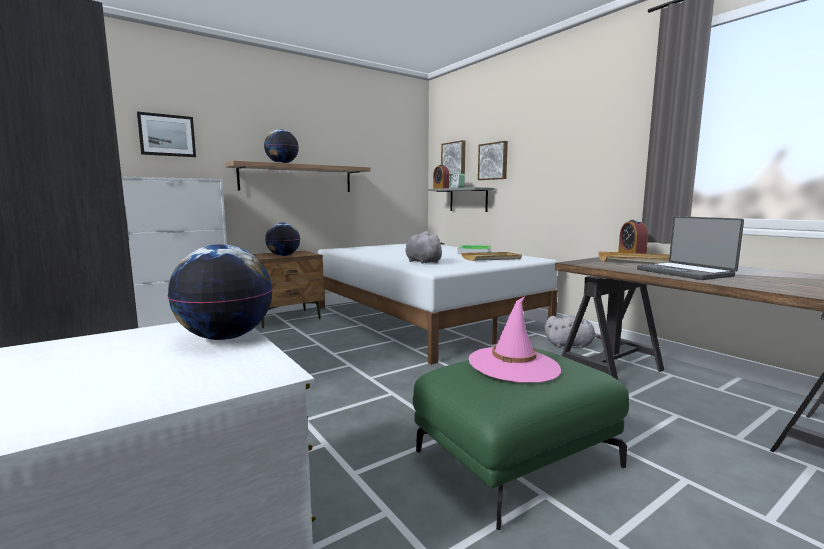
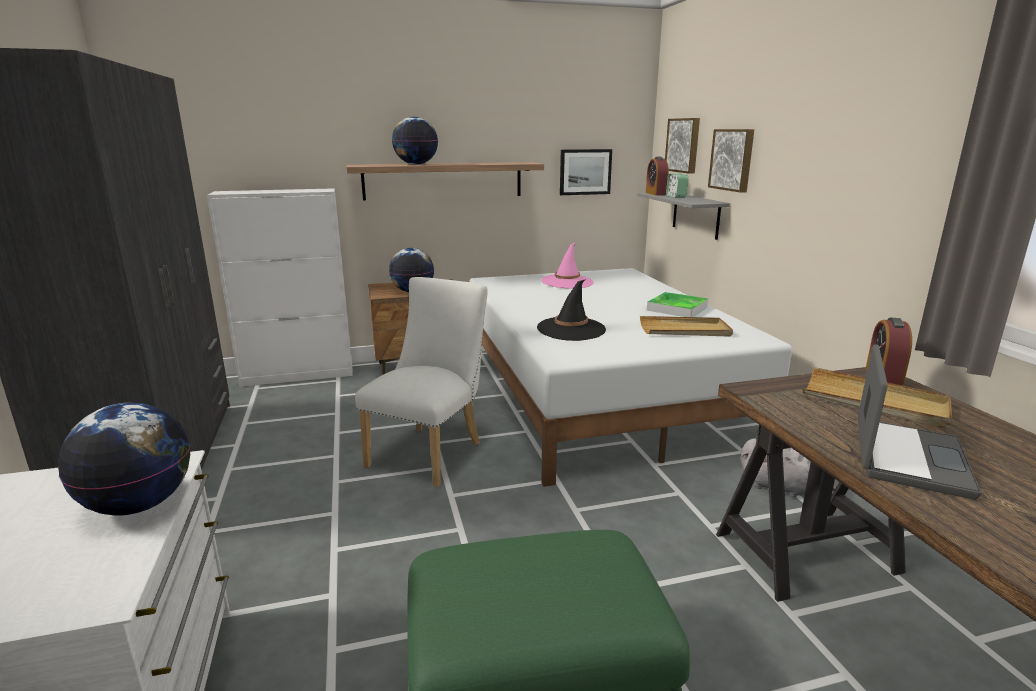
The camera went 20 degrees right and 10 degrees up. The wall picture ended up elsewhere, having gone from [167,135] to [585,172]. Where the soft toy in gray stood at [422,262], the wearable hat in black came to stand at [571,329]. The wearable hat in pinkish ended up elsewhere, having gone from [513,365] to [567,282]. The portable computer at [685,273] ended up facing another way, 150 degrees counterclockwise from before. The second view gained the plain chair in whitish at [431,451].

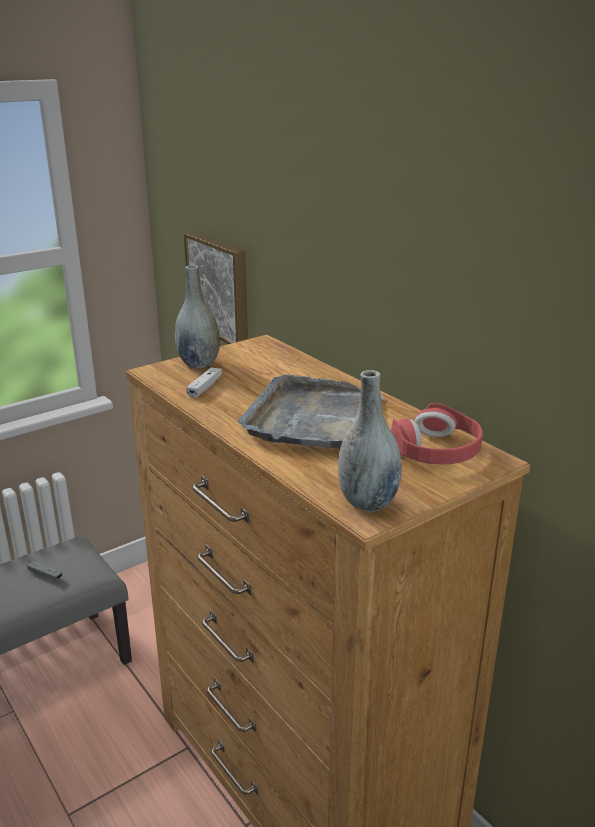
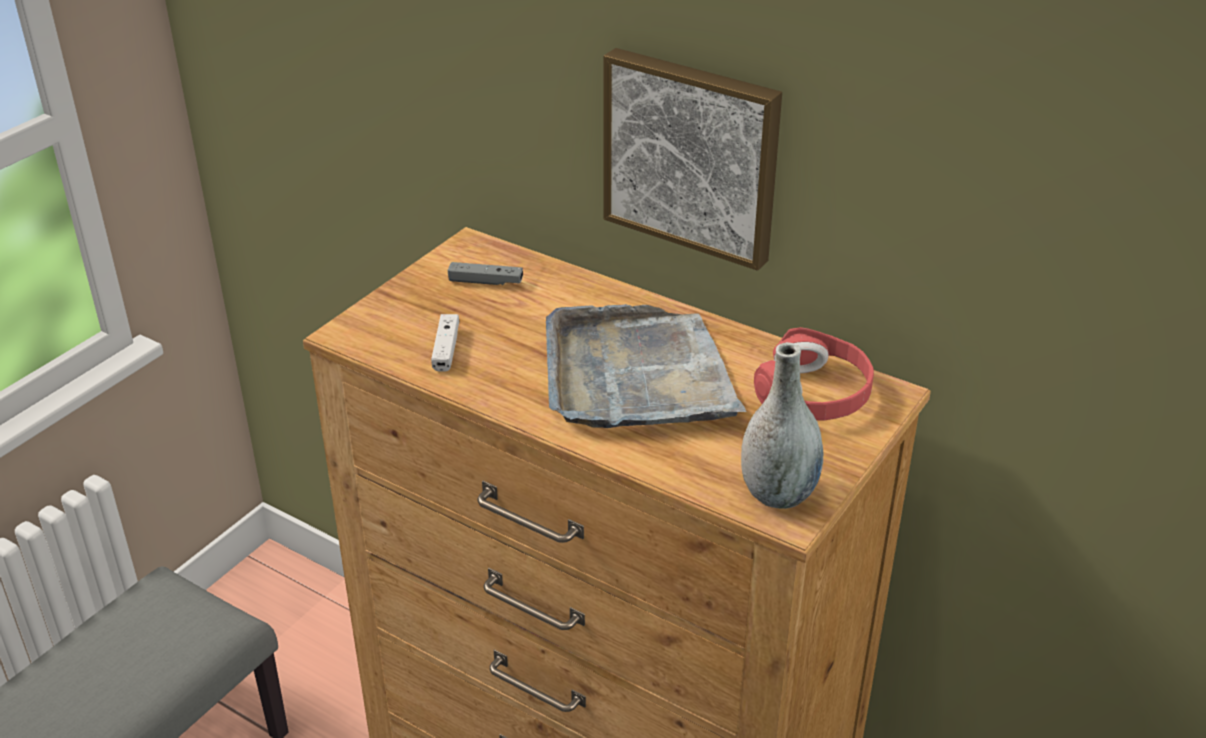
The camera went 20 degrees left and 10 degrees up. The gamepad in gray ended up elsewhere, having gone from [45,575] to [485,281]. The second view lost the flower vase in gray at [199,364]. The wall picture ended up elsewhere, having gone from [220,288] to [693,155].

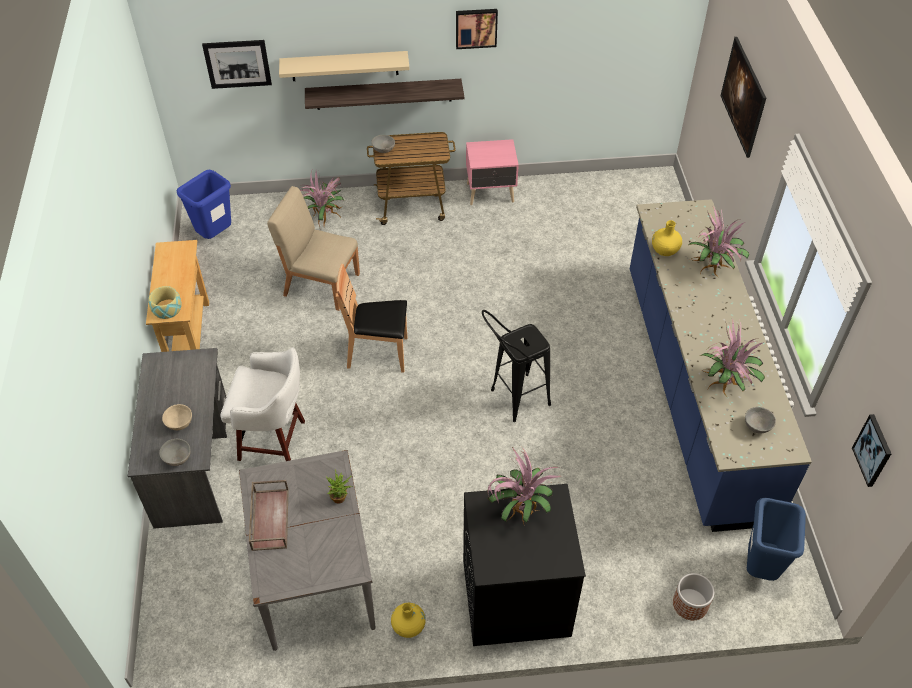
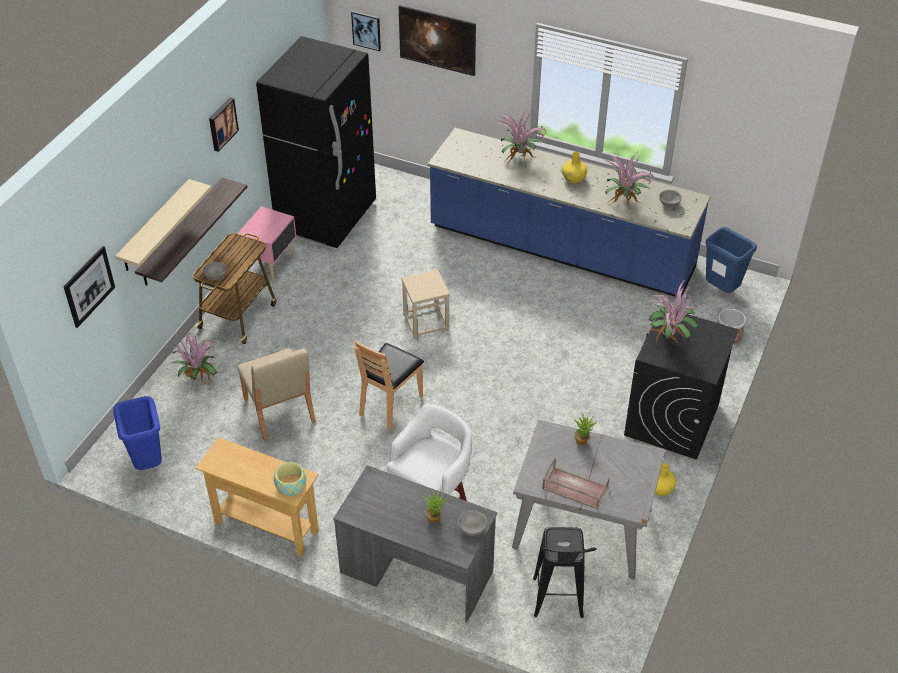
The camera went 60 degrees left and 5 degrees down. Where the bowl in sand-coloured stood at [179,424], the potted plant came to stand at [435,517]. The plain chair in sand-coloured at [321,284] ended up facing another way, 75 degrees counterclockwise from before. The stool seat in black ended up elsewhere, having gone from [512,401] to [558,606]. The flower vase in yellow-coloured ended up elsewhere, having gone from [664,250] to [573,179]. The wall picture ended up elsewhere, having gone from [873,450] to [366,30]. The second view gained the kitchen fridge in black at [326,217]. The second view gained the stool seat in sand-coloured at [426,322].

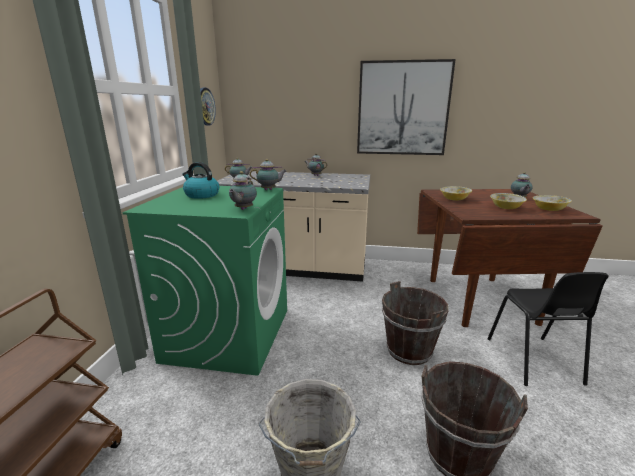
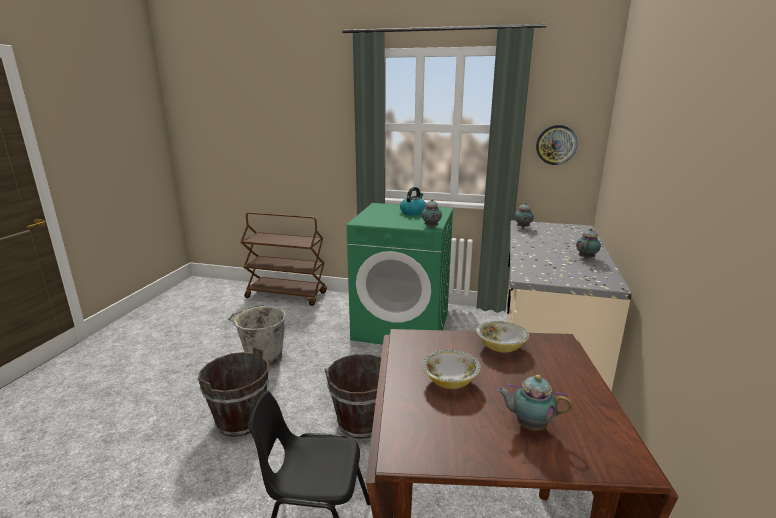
The camera went 95 degrees right and 0 degrees up. The second view lost the teapot at [243,209]. The second view lost the wall picture at [403,109]. The second view lost the bowl at [549,209].

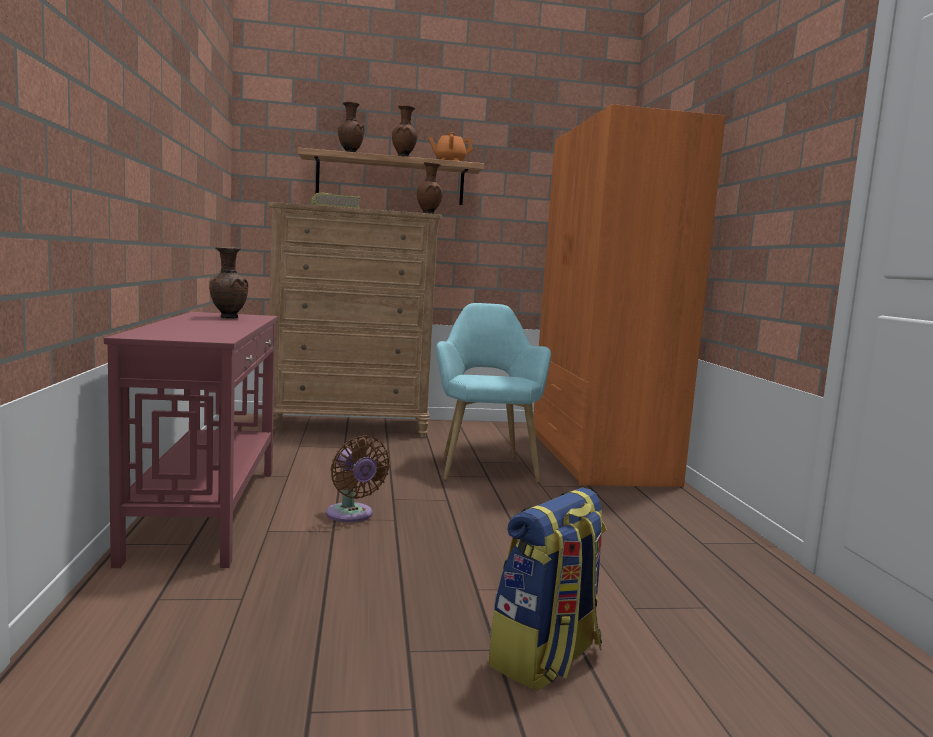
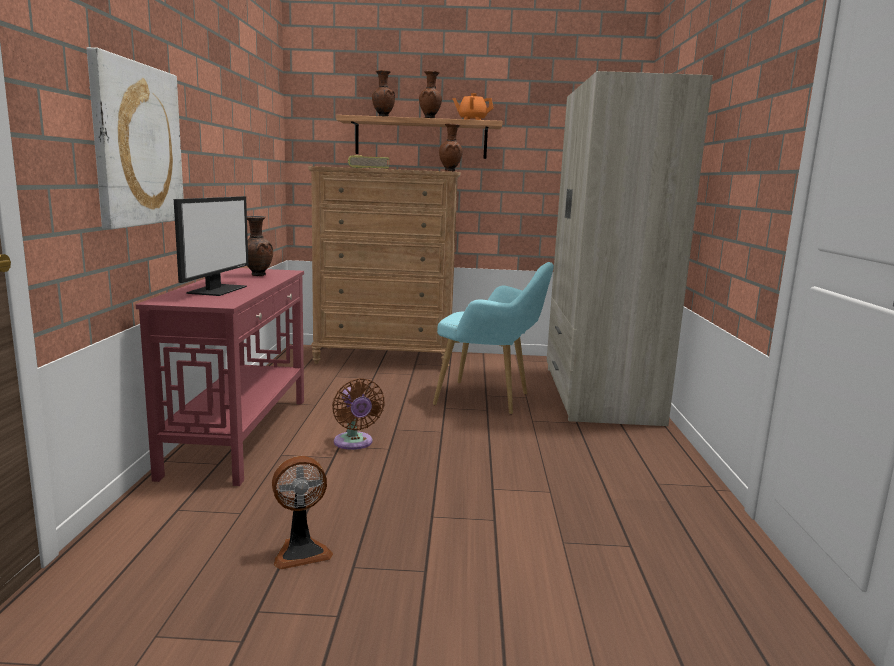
The camera went 10 degrees right and 5 degrees up. The lounge chair in turquoise at [485,466] ended up facing another way, 105 degrees clockwise from before. The second view lost the backpack at [546,659]. What was the clothes cupboard in orangey at [598,458] turned into the clothes cupboard in sand-coloured at [598,394]. The second view gained the wall picture at [137,145]. The second view gained the computer screen at [216,289]. The second view gained the electric fan at [301,552].

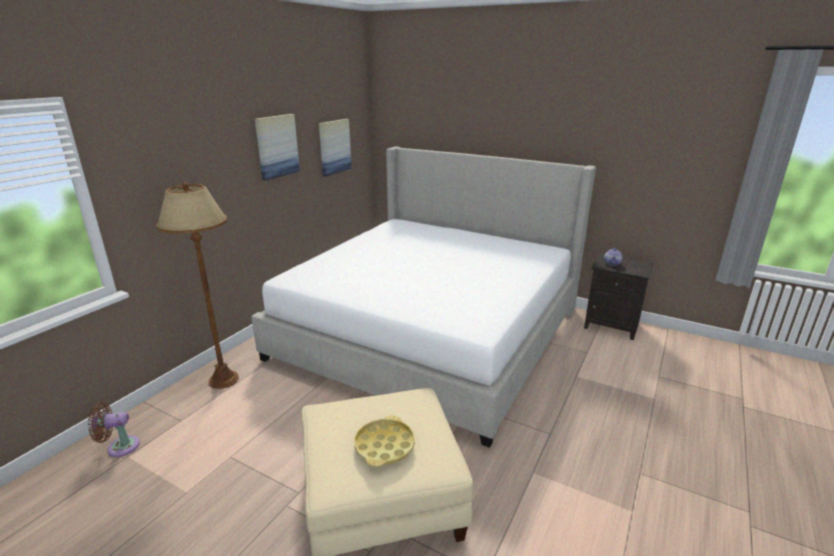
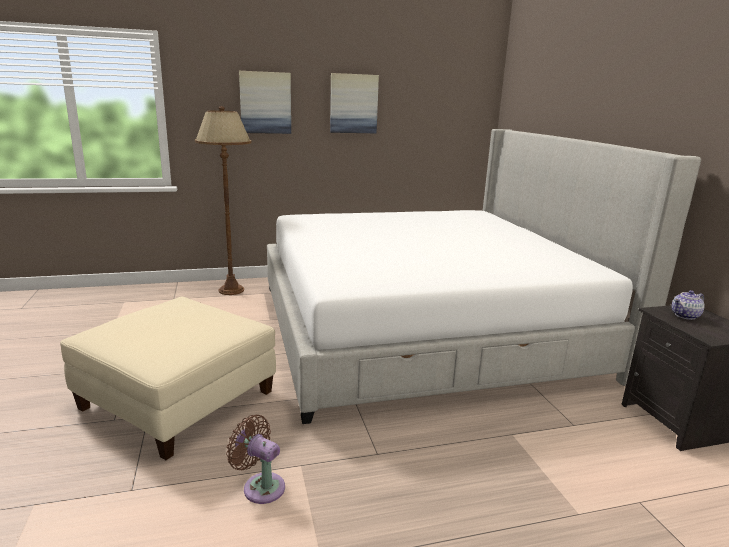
The camera went 45 degrees right and 5 degrees down. The electric fan in brownish ended up elsewhere, having gone from [120,447] to [260,486]. The wall picture ended up elsewhere, having gone from [334,147] to [265,103]. The second view lost the tray in yellow-coloured at [384,446].

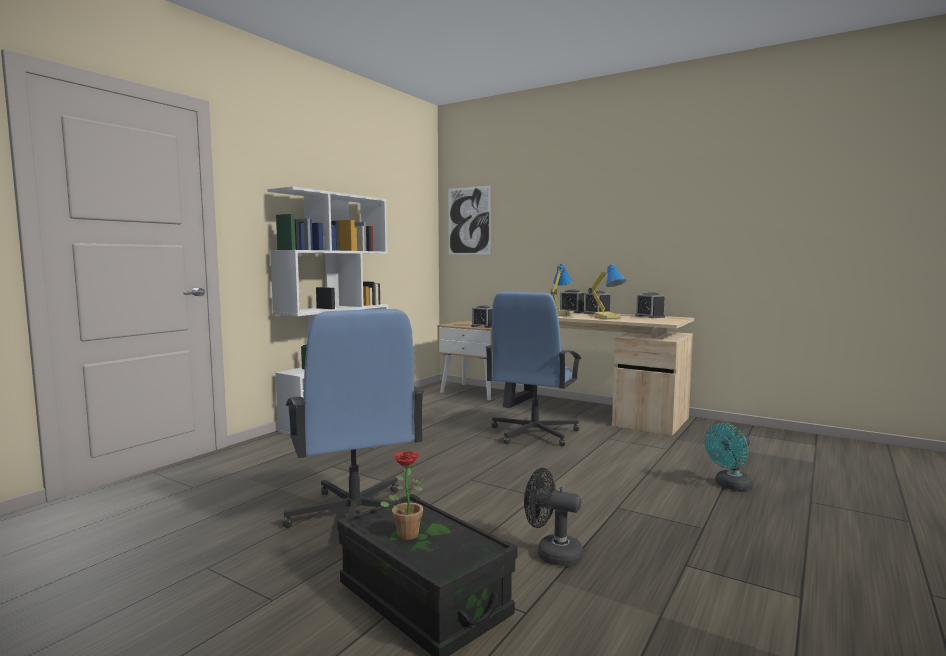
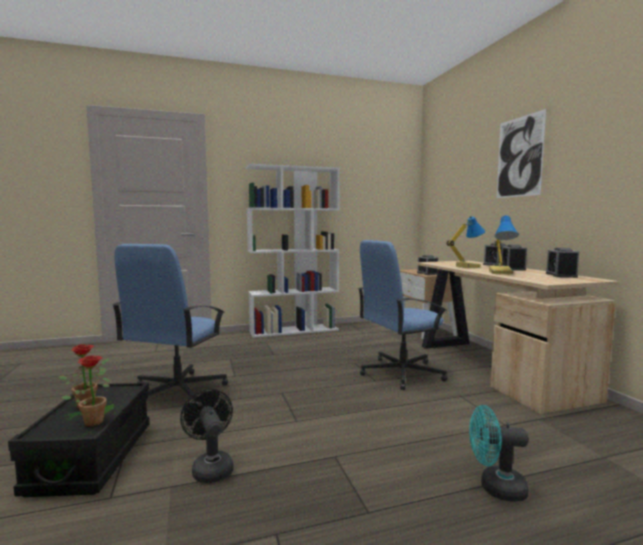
The camera went 40 degrees right and 0 degrees up. The wall picture ended up elsewhere, having gone from [469,221] to [519,157]. The second view gained the potted plant at [94,420].

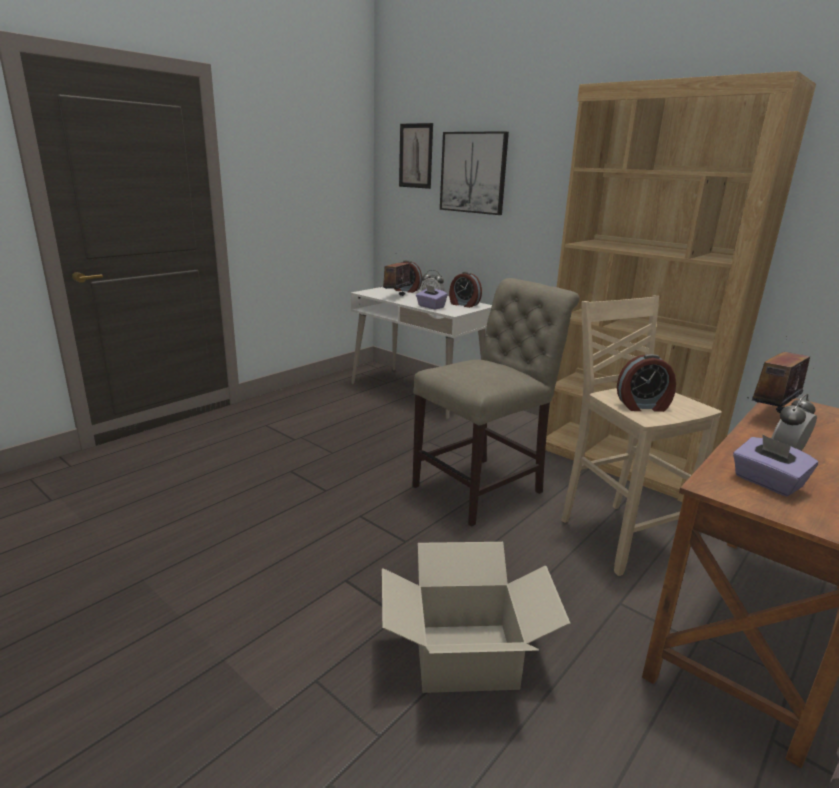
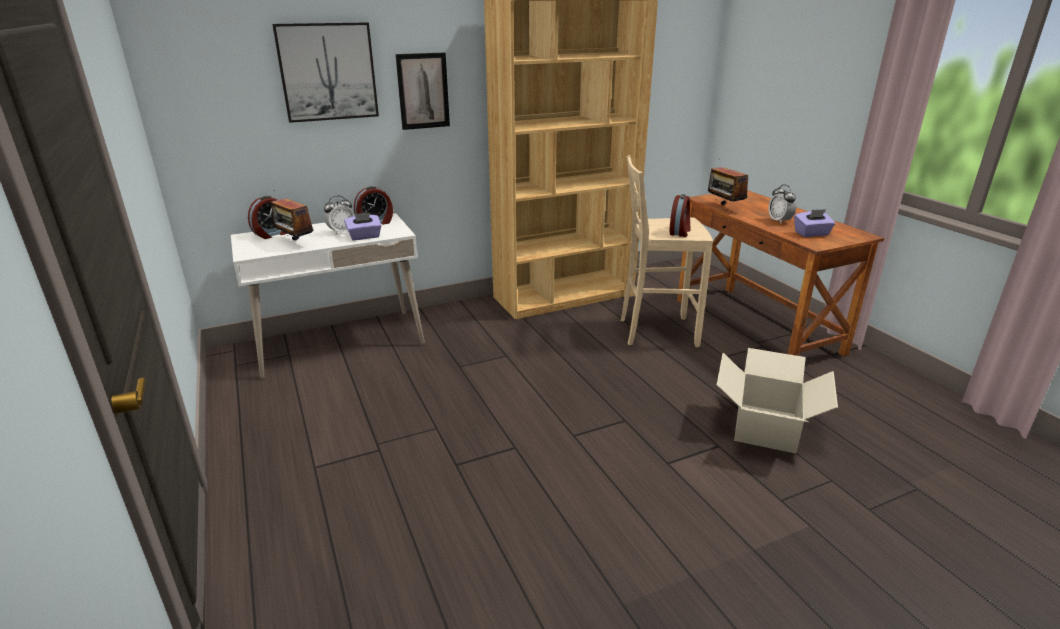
The camera went 65 degrees left and 5 degrees up. The wall picture ended up elsewhere, having gone from [416,156] to [423,91]. The second view lost the plain chair in sand-coloured at [484,487].

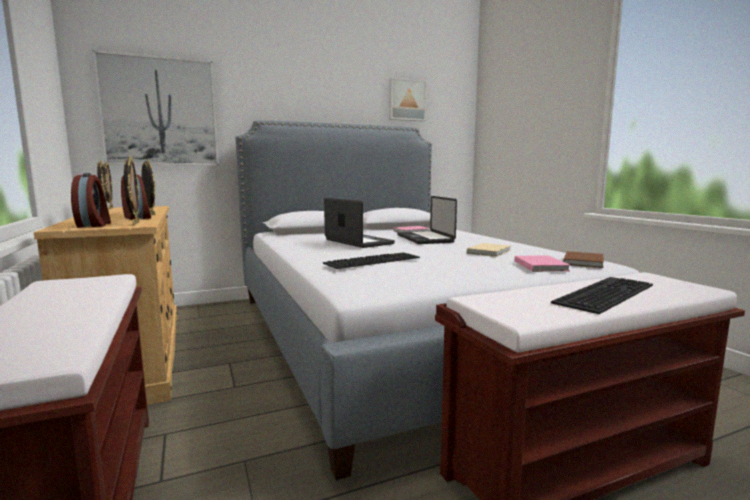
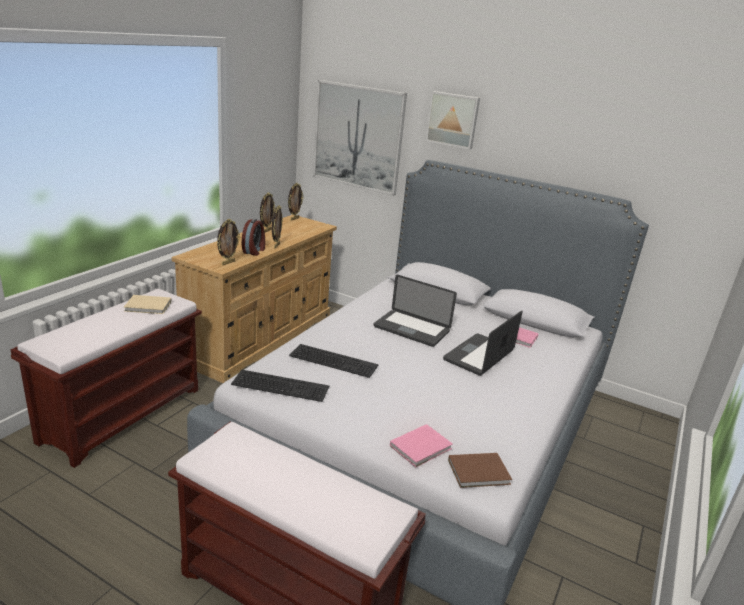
The camera went 50 degrees right and 15 degrees up. The second view lost the table clock at [94,225]. The portable computer at [358,242] ended up facing another way, 105 degrees clockwise from before. The wall picture ended up elsewhere, having gone from [406,100] to [453,119]. The bound book in sand-coloured ended up elsewhere, having gone from [490,252] to [149,306]. The keyboard ended up elsewhere, having gone from [603,293] to [282,385].

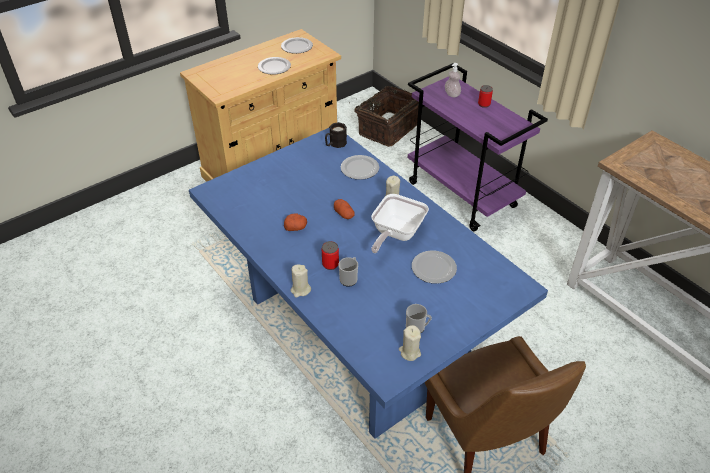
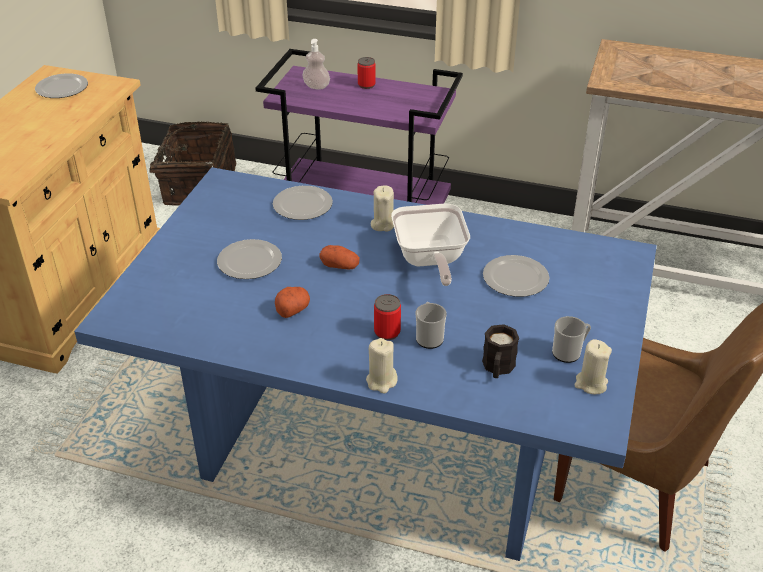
The camera went 35 degrees left and 5 degrees down. The flat dish ended up elsewhere, having gone from [273,67] to [248,262]. The coffee mug in black ended up elsewhere, having gone from [335,144] to [497,368].

